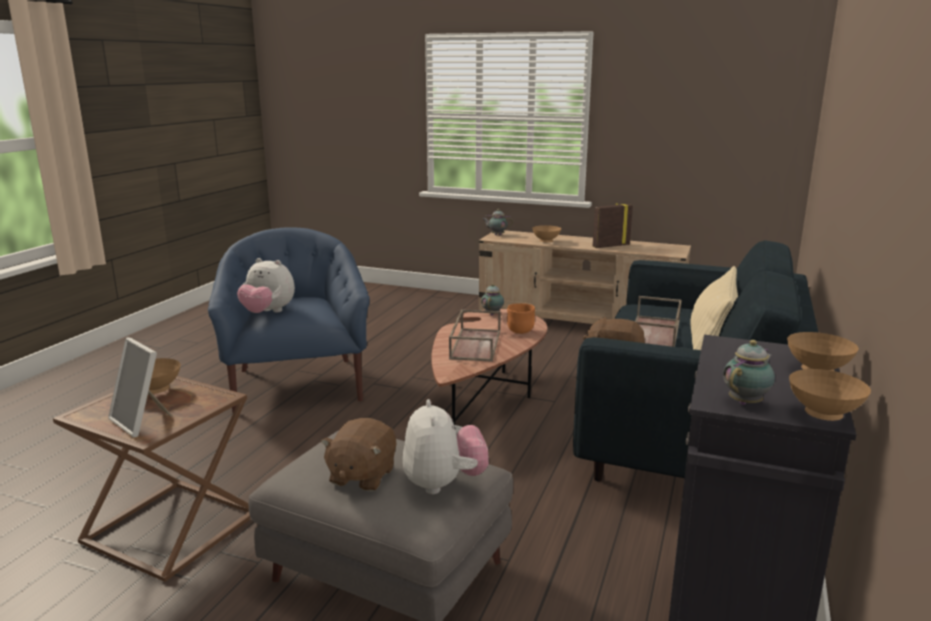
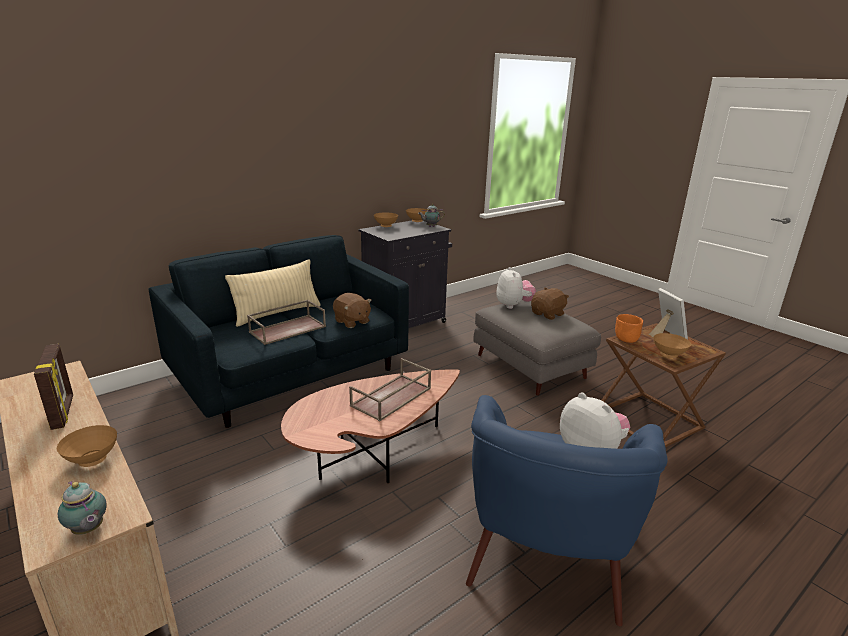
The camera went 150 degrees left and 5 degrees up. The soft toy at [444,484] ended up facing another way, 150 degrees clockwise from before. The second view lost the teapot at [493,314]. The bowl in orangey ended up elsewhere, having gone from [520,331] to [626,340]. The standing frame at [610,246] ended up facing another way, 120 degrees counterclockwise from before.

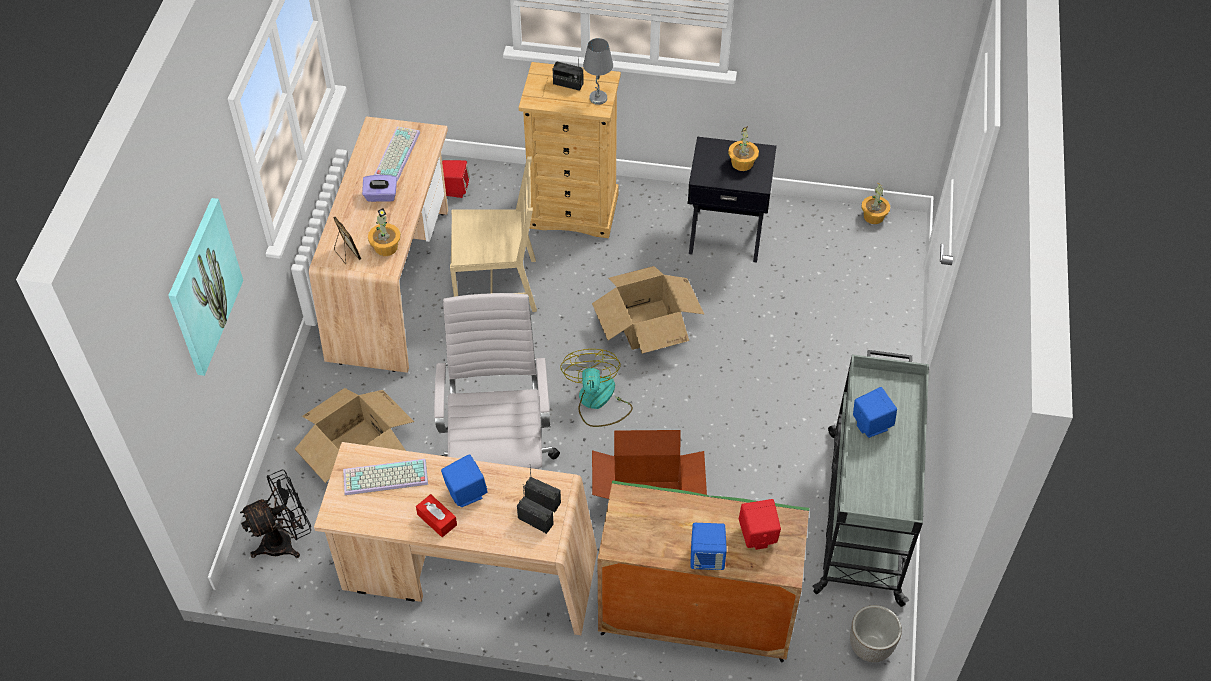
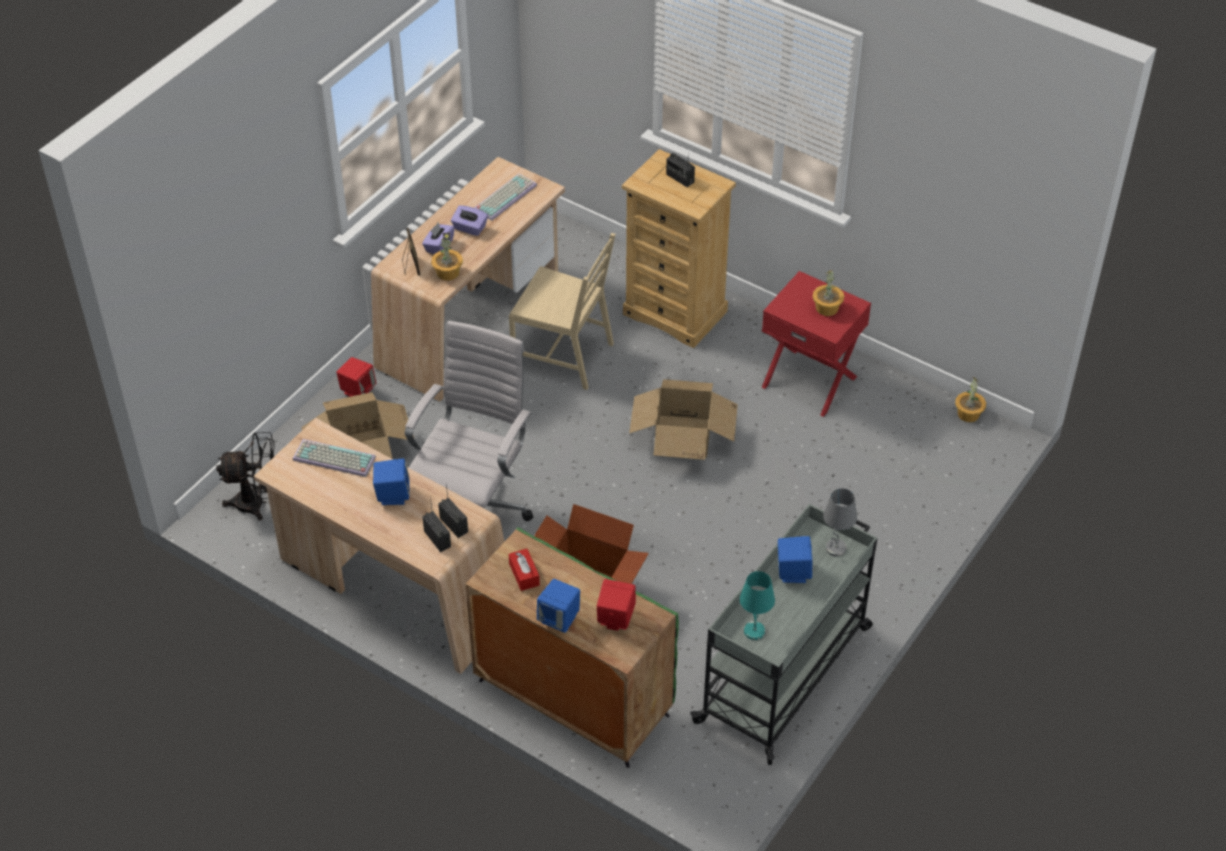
The camera went 25 degrees right and 5 degrees down. The second view lost the wall picture at [204,287]. The tissue box in red ended up elsewhere, having gone from [437,520] to [524,574]. The audio speaker in red ended up elsewhere, having gone from [455,189] to [358,390]. The second view lost the electric fan at [597,401]. The table lamp in gray ended up elsewhere, having gone from [598,98] to [835,549]. What was the nightstand in black at [726,233] turned into the nightstand in red at [810,381]. The second view lost the plant pot at [870,648]. The second view gained the tissue box in purplish at [439,246]. The second view gained the table lamp in turquoise at [753,631].

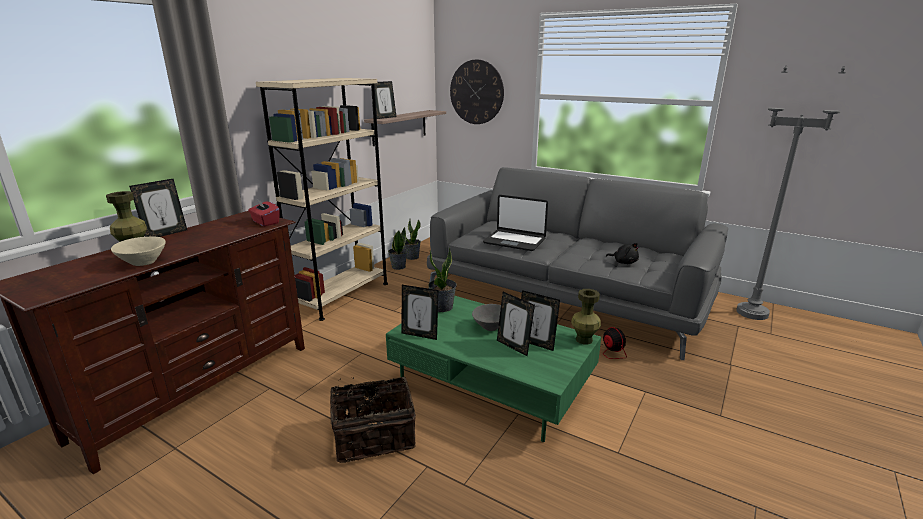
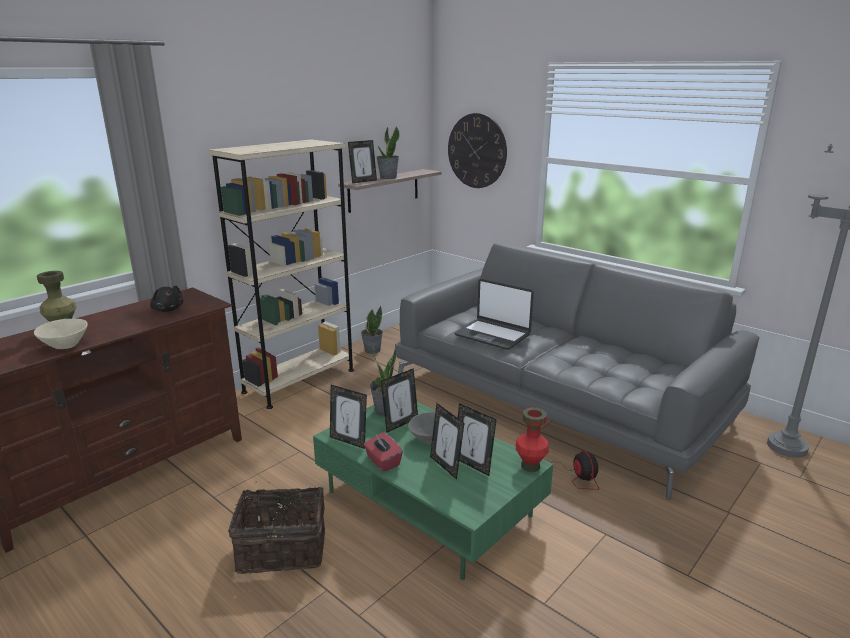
The camera went 10 degrees right and 0 degrees up. The standing frame ended up elsewhere, having gone from [165,234] to [400,424]. The tissue box in red ended up elsewhere, having gone from [265,222] to [383,461]. The potted plant ended up elsewhere, having gone from [412,257] to [388,177]. What was the flower vase in green-coloured at [583,340] turned into the flower vase in red at [530,466]. The soft toy in black ended up elsewhere, having gone from [624,262] to [168,309].

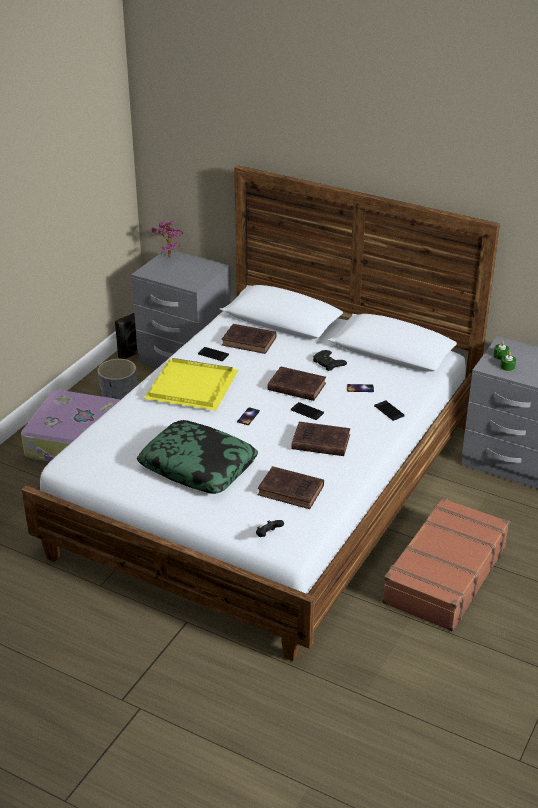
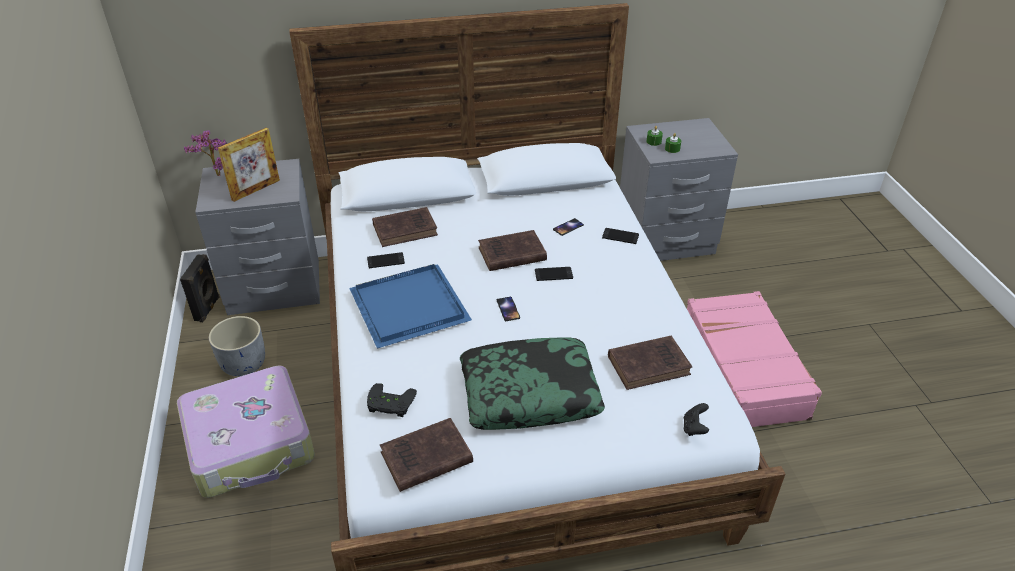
The camera went 40 degrees left and 5 degrees up. What was the tray in yellow-coloured at [190,387] turned into the tray in bluish at [408,309]. The bound book in brownish ended up elsewhere, having gone from [319,442] to [424,459]. The gamepad in black ended up elsewhere, having gone from [327,363] to [389,404]. What was the travel case in brownish at [444,574] turned into the travel case in pinkish at [742,371]. The second view gained the standing frame at [256,190].

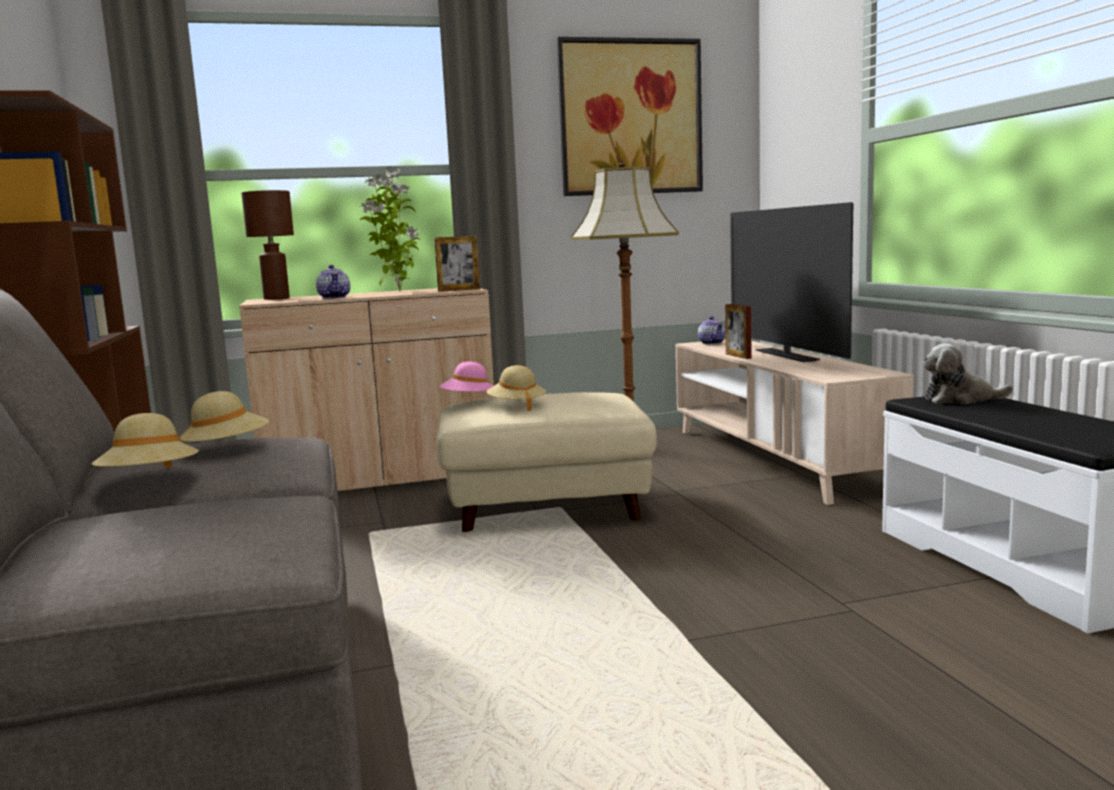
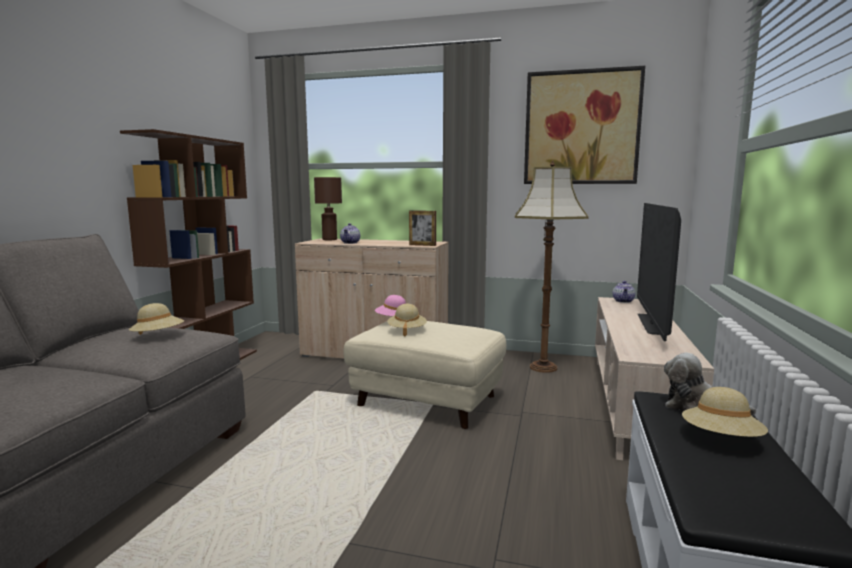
The camera went 30 degrees right and 0 degrees up. The wearable hat in sand-coloured ended up elsewhere, having gone from [150,481] to [721,439]. The second view lost the potted plant at [397,291]. The second view lost the standing frame at [738,356].

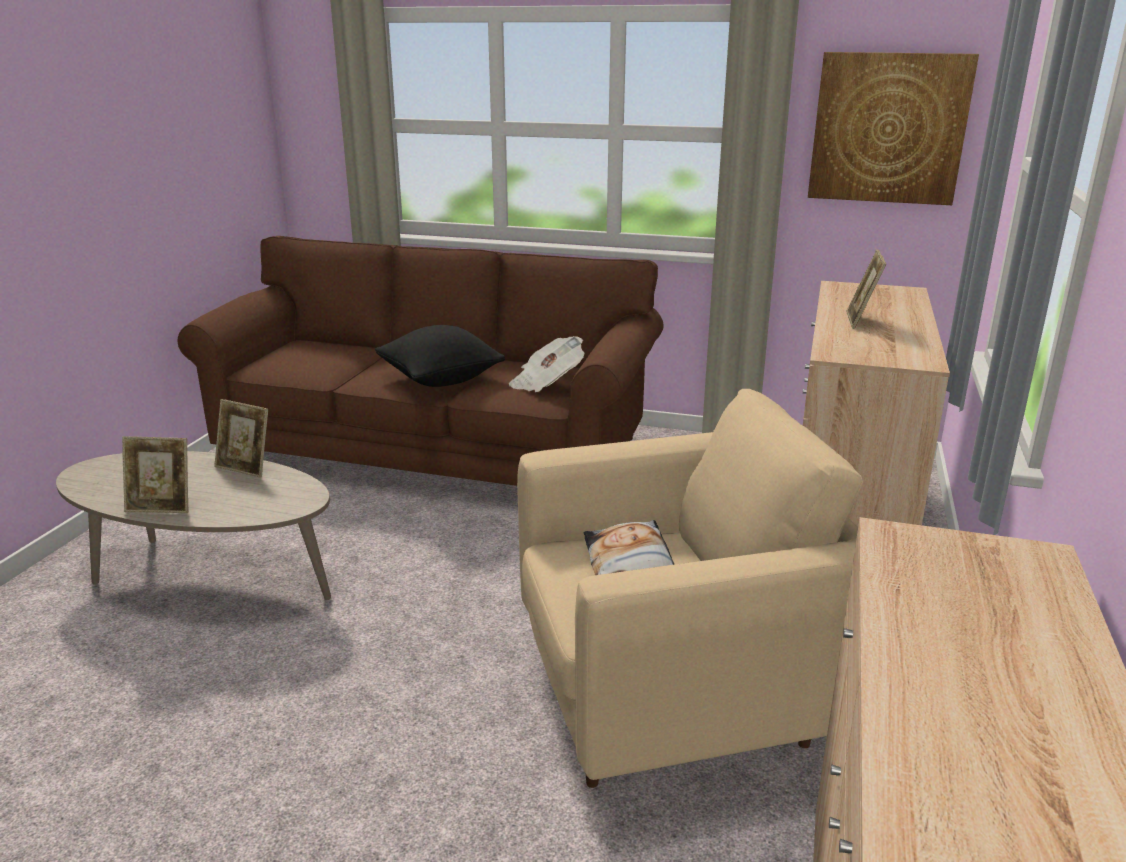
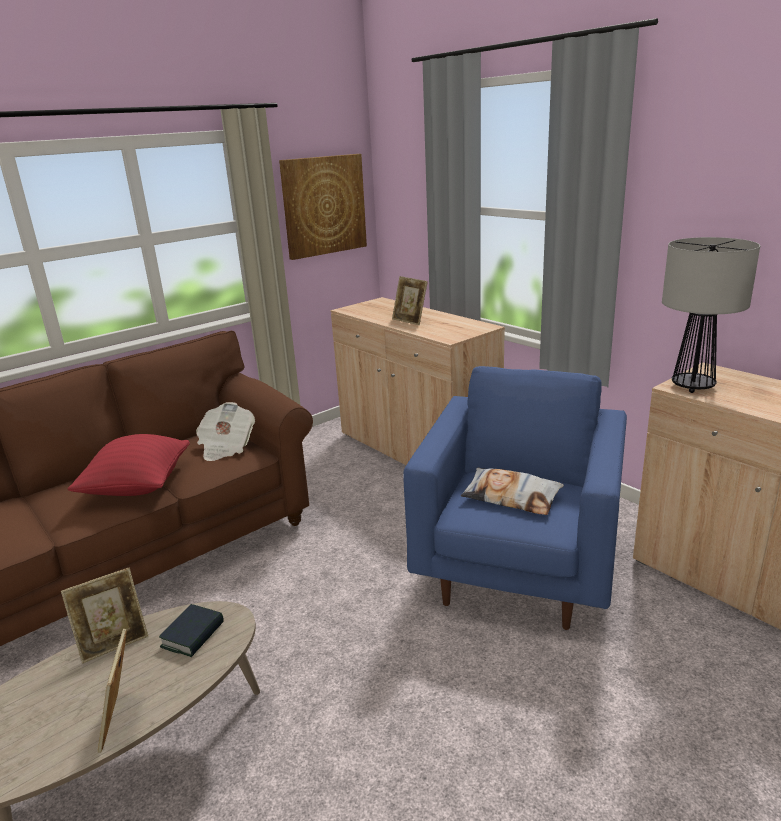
The camera went 55 degrees left and 0 degrees up. The standing frame at [162,507] ended up facing another way, 135 degrees clockwise from before. What was the pillow in black at [440,380] turned into the pillow in red at [138,487]. What was the lounge chair in sand-coloured at [670,703] turned into the lounge chair in bluish at [518,571]. The second view gained the bound book at [193,635]. The second view gained the table lamp at [693,387].

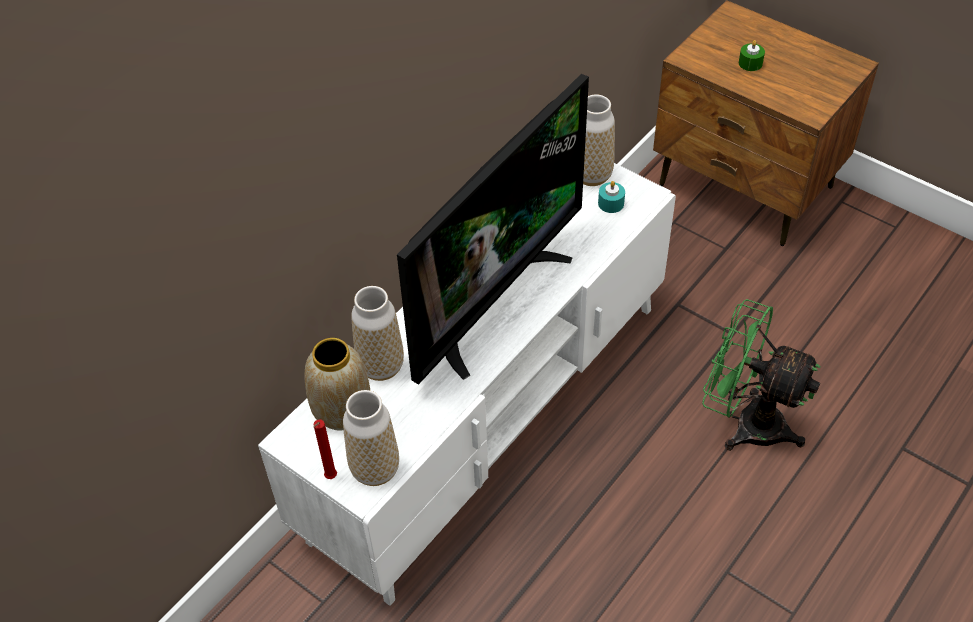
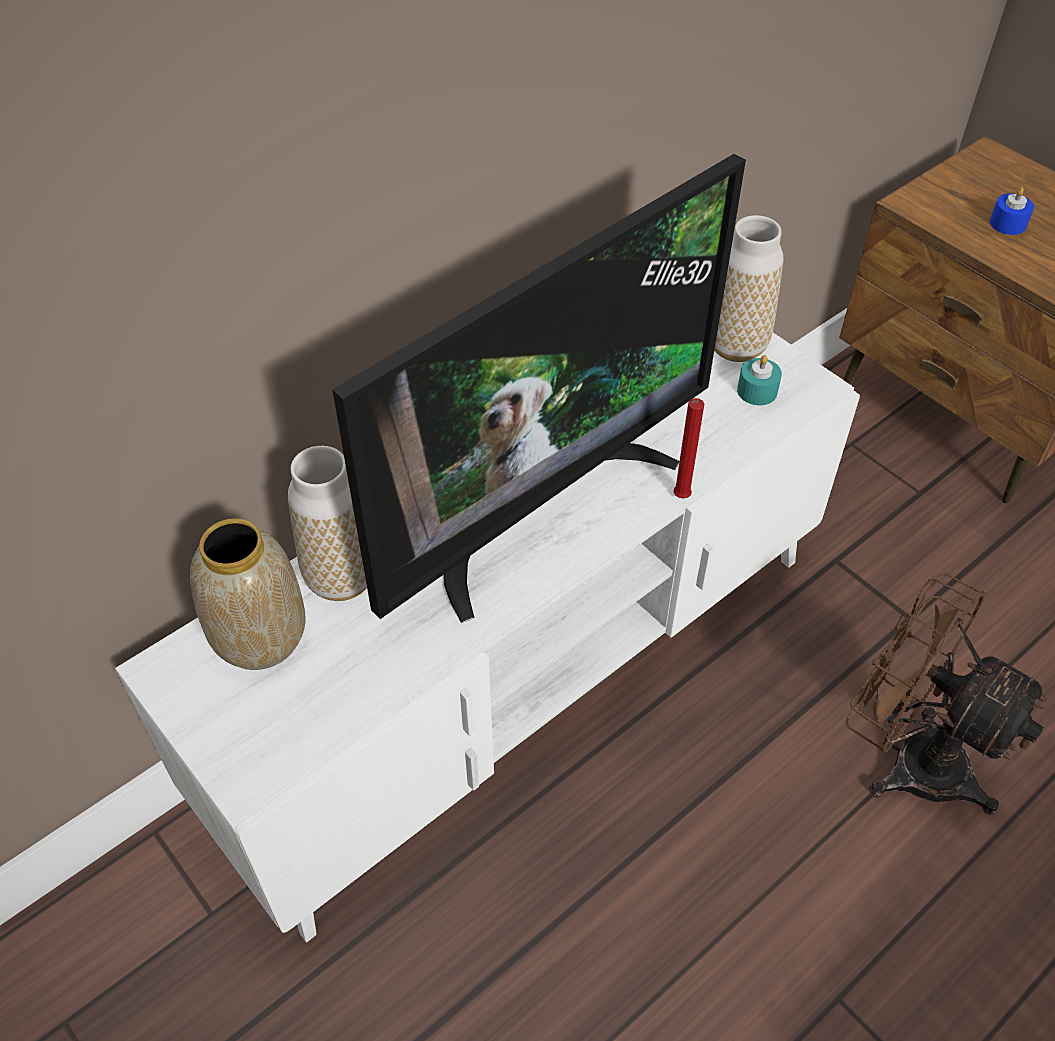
The camera went 10 degrees right and 0 degrees up. The wax candle in red ended up elsewhere, having gone from [330,478] to [680,498]. The second view lost the flower vase at [375,469]. What was the electric fan in green-coloured at [746,422] turned into the electric fan in brownish at [909,758]. What was the wax candle in green-coloured at [750,63] turned into the wax candle in bluish at [1007,223].

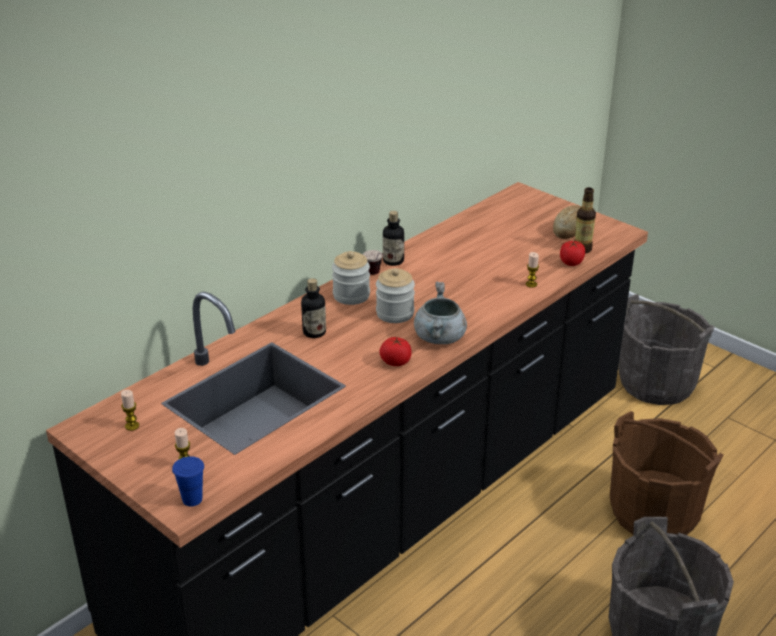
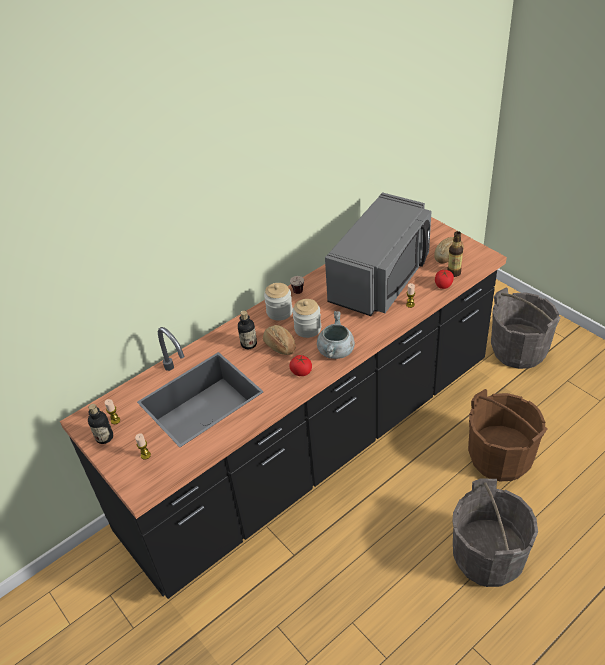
The camera went 10 degrees right and 10 degrees up. The second view lost the cup in bluish at [192,499]. The beverage bottle ended up elsewhere, having gone from [393,261] to [104,437]. The second view gained the bread at [279,346]. The second view gained the microwave in gray at [382,278].

